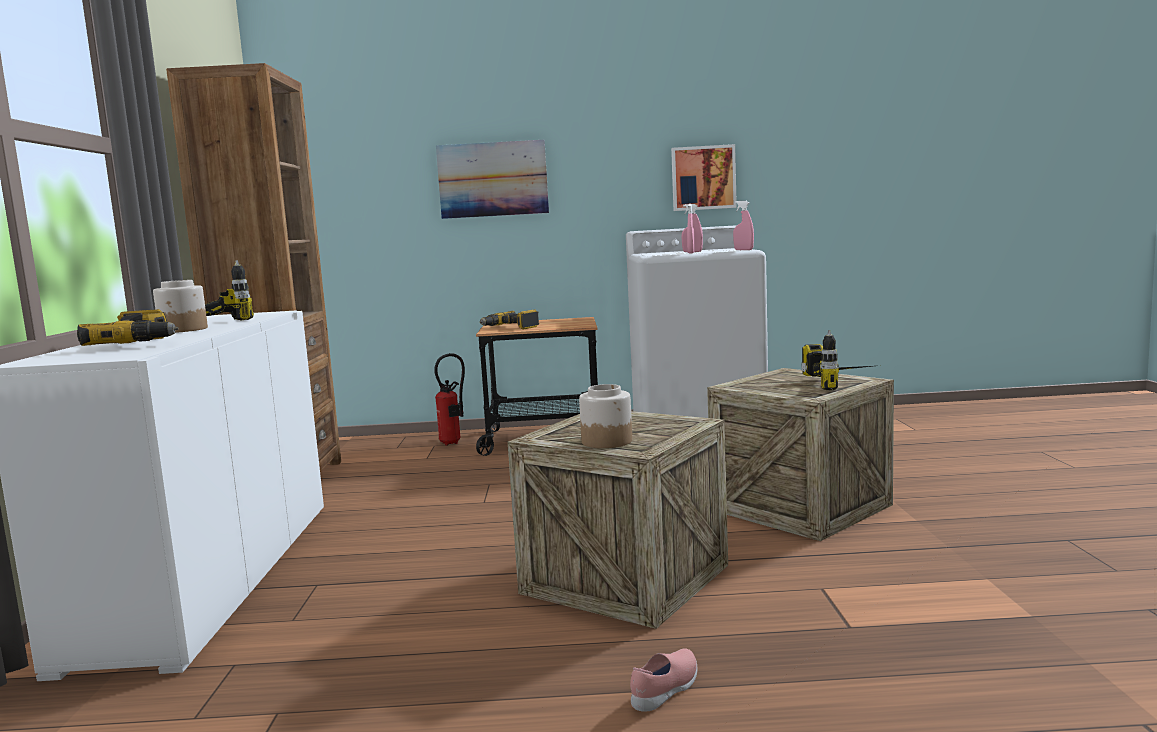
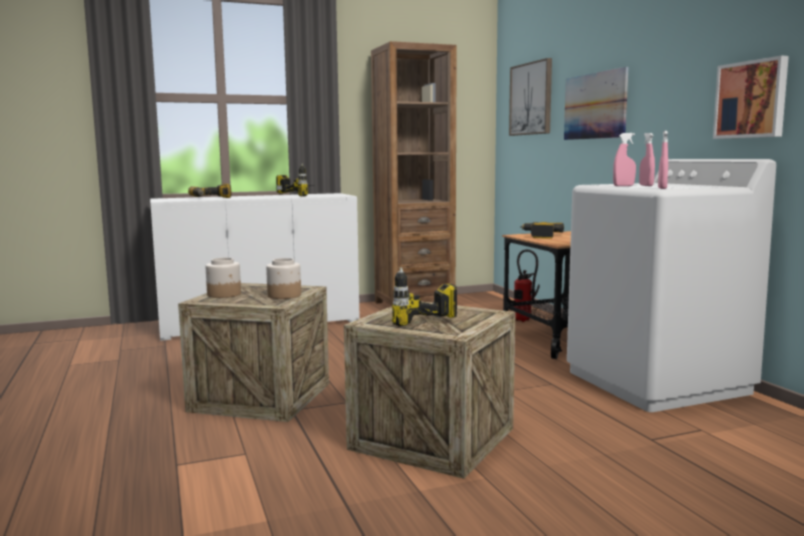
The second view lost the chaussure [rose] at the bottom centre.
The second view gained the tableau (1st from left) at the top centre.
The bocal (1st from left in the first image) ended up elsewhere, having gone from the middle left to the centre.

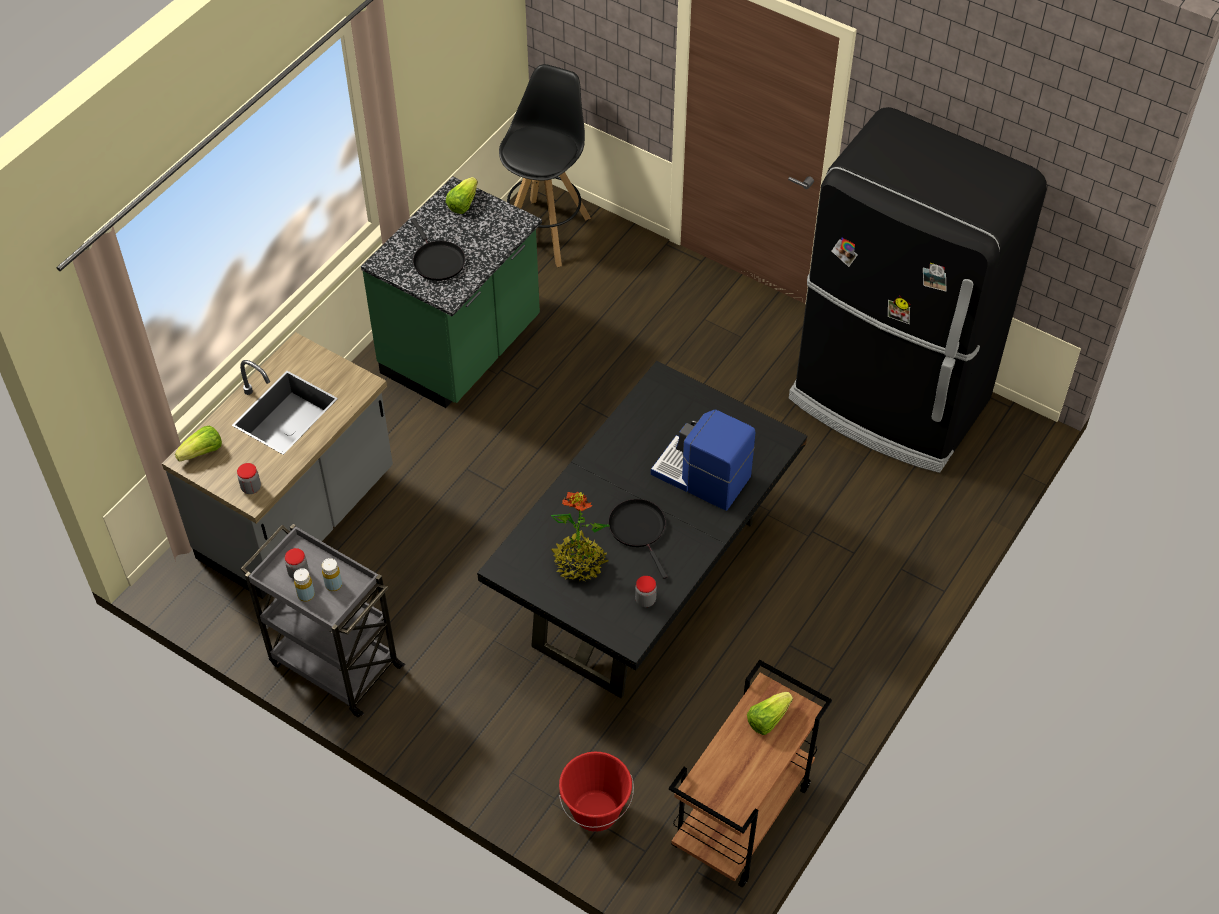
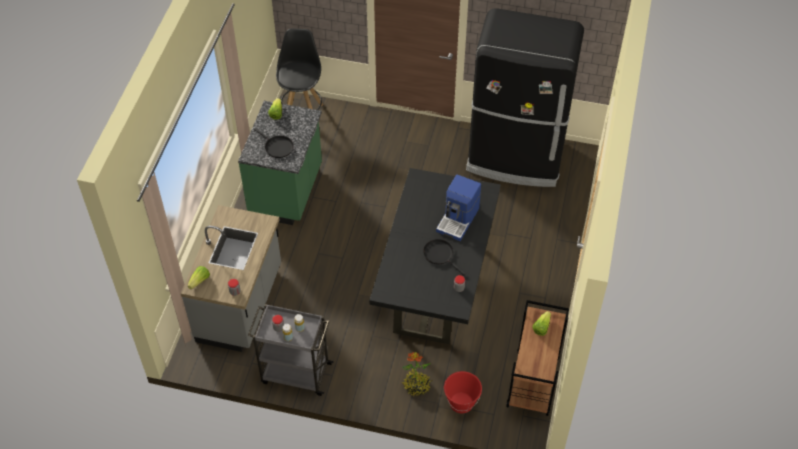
The plante en pot ended up elsewhere, having gone from the centre to the bottom centre.
The machine à café at the centre ended up facing another way, 75 degrees counterclockwise from before.

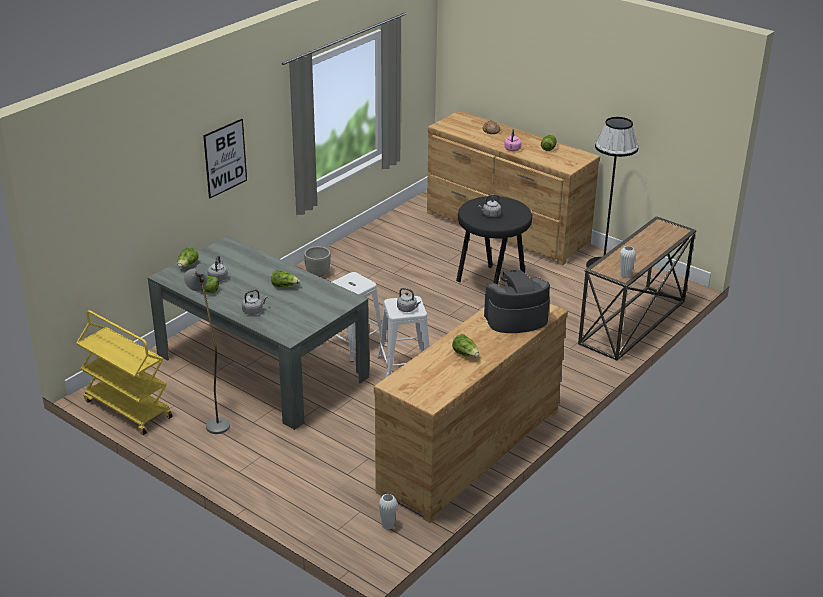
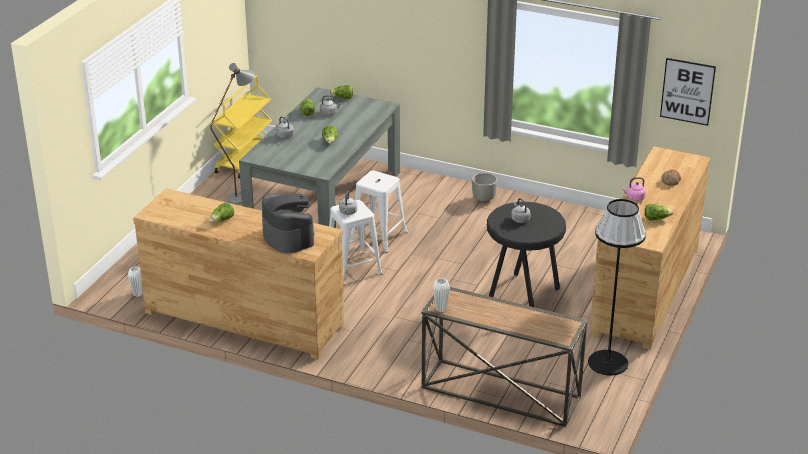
The tableau ended up elsewhere, having gone from the top left to the top right.

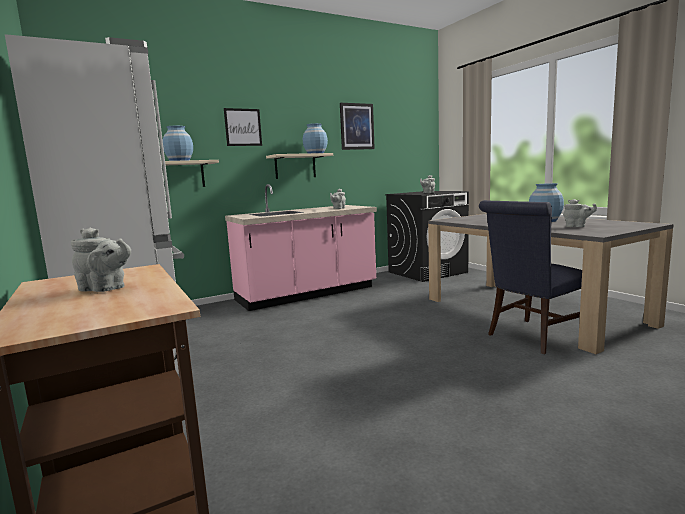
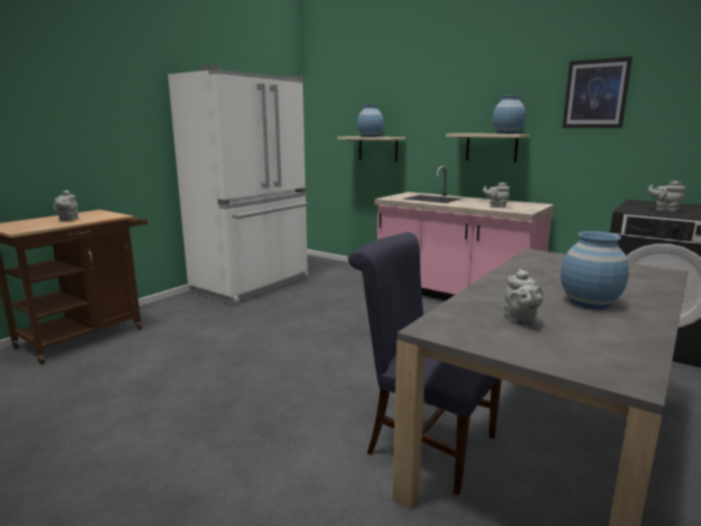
The second view lost the tableau (1st from left) at the top centre.

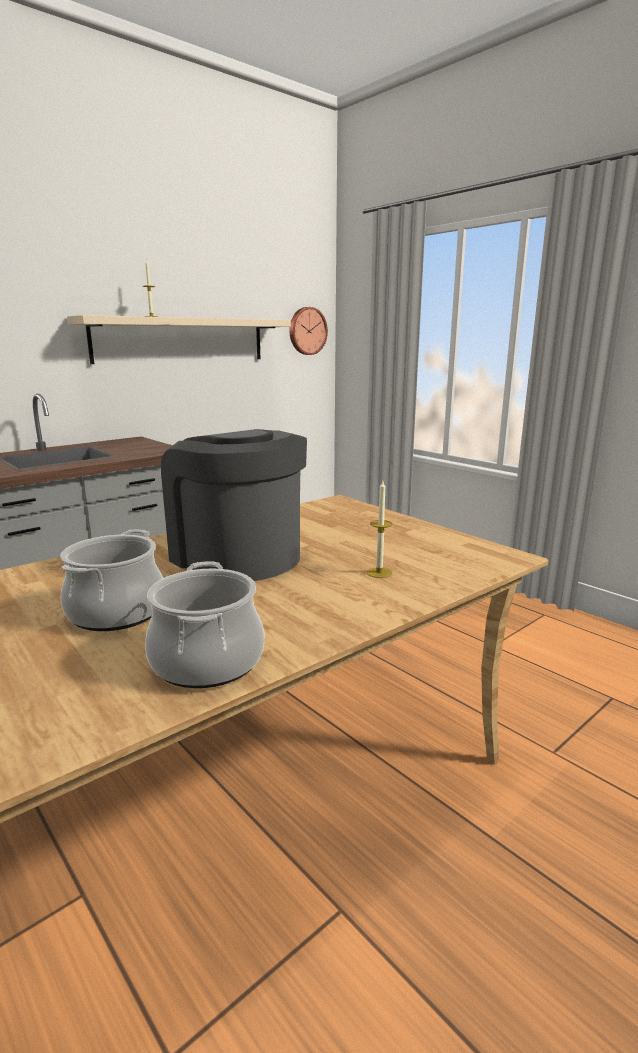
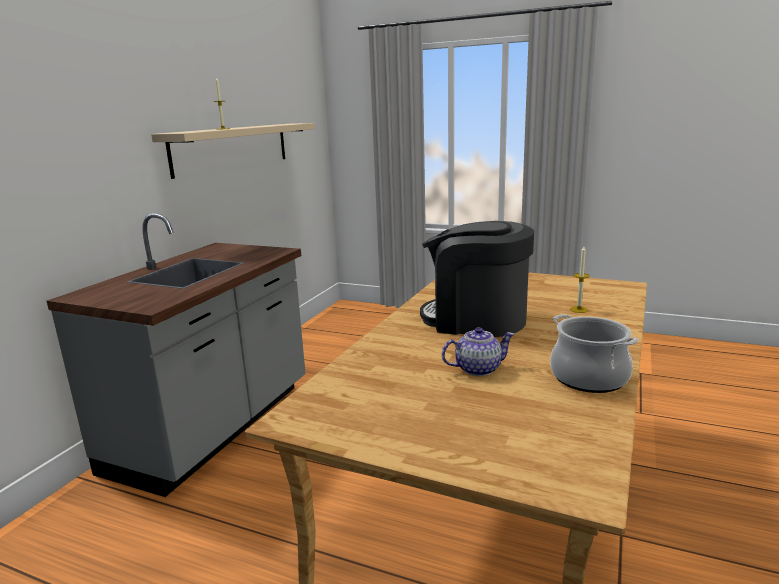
The second view lost the horloge murale at the top centre.
Where the marmite (1st from left) stood at the middle left, the théière came to stand at the centre.

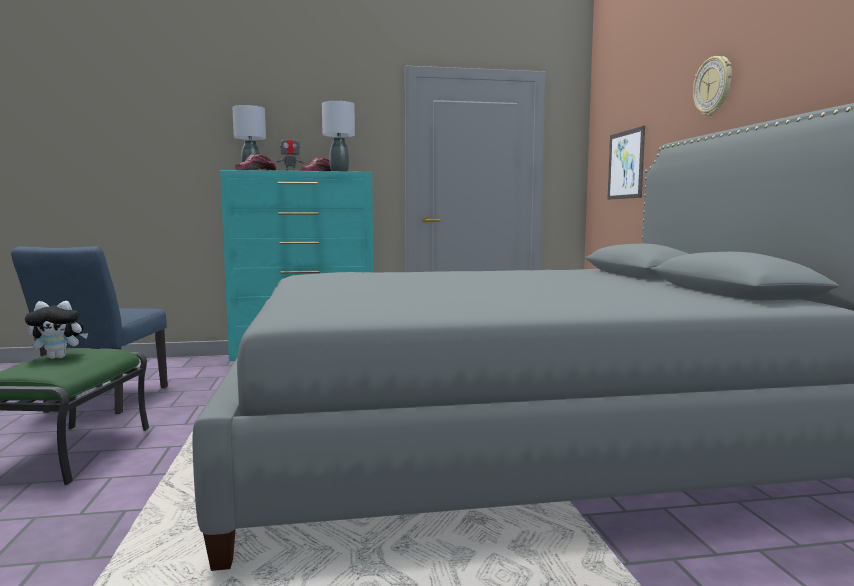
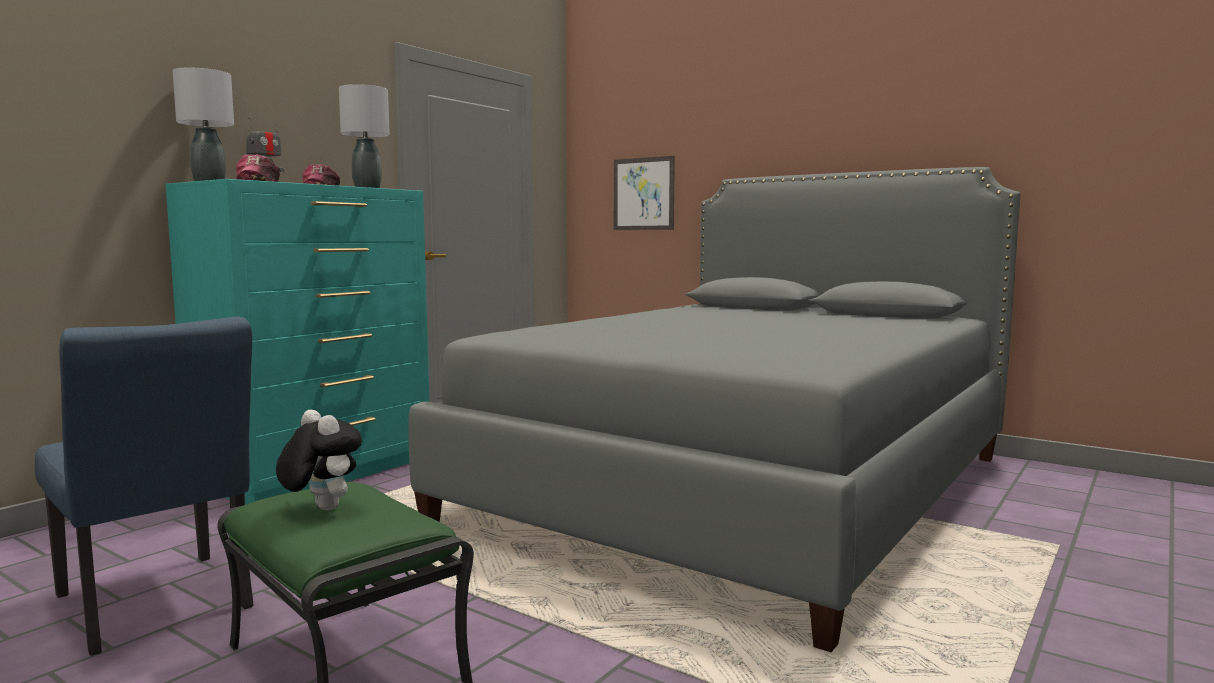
The second view lost the horloge murale at the top right.
The peluche at the middle left ended up facing another way, 75 degrees counterclockwise from before.

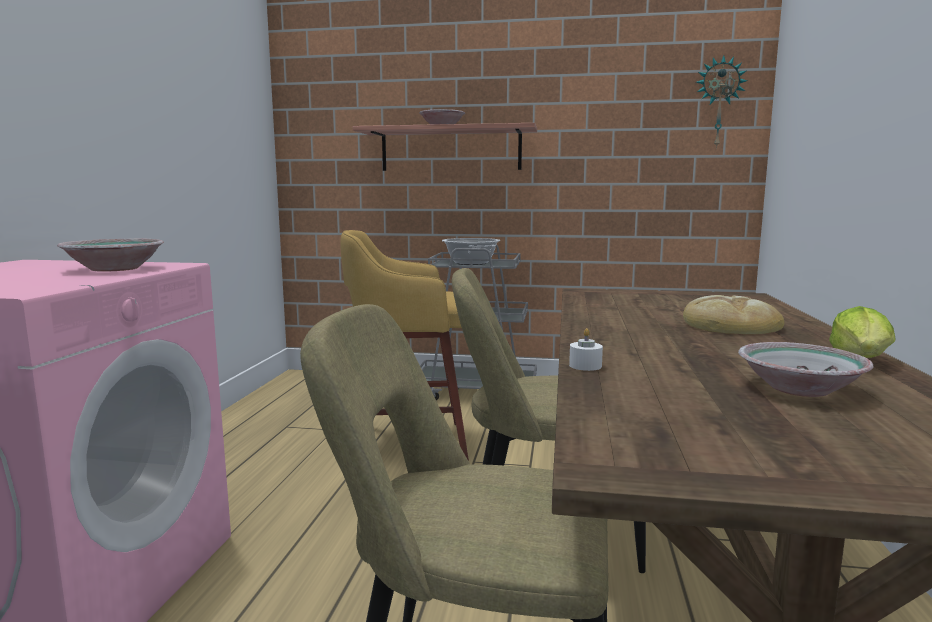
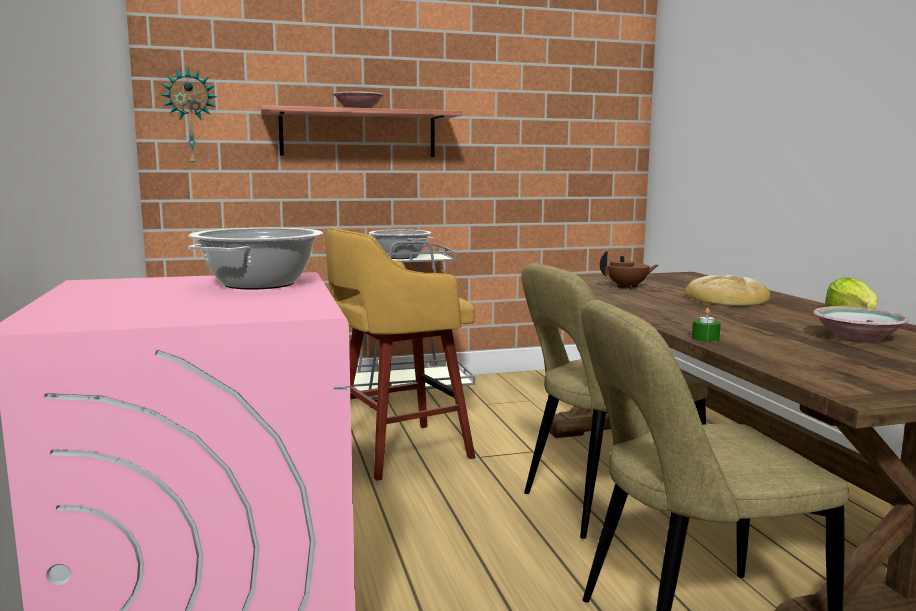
The second view gained the théière [marron] at the middle right.
The horloge murale ended up elsewhere, having gone from the top right to the top left.
Where the bol (1st from left) stood at the middle left, the marmite (1st from left) came to stand at the middle left.
What was the bougie [blanc] at the centre turned into the bougie [vert] at the middle right.

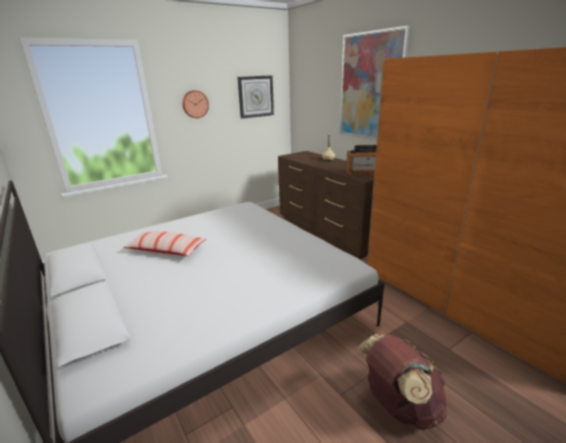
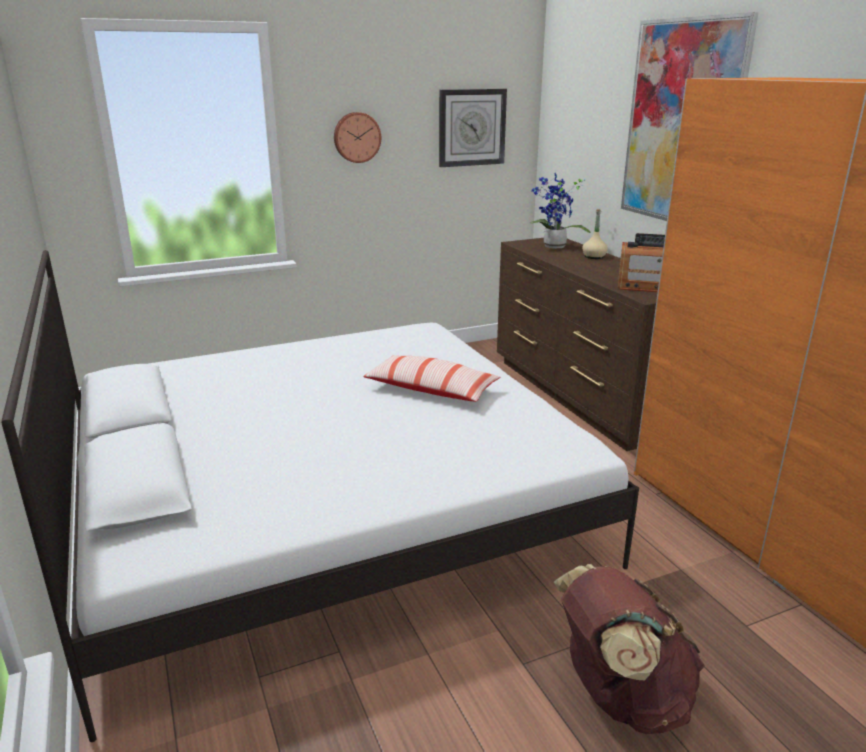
The second view gained the plante en pot at the top centre.
The coussin ended up elsewhere, having gone from the middle left to the centre.

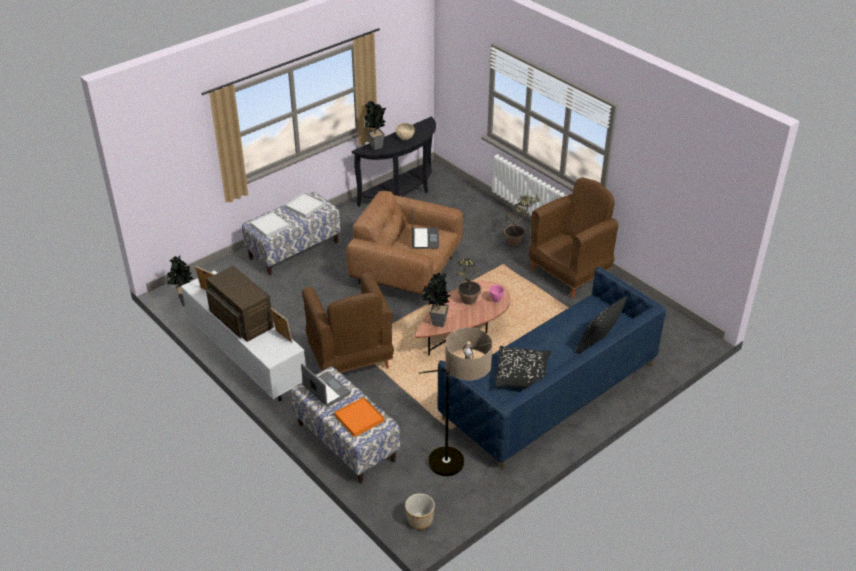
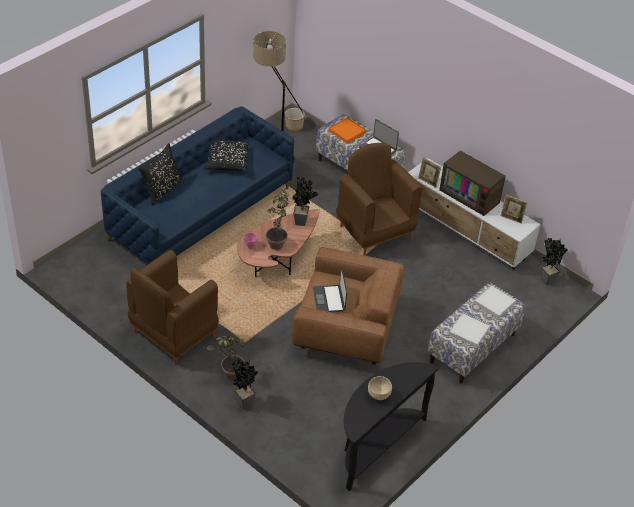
The plante en pot (2nd from left) ended up elsewhere, having gone from the top centre to the bottom centre.

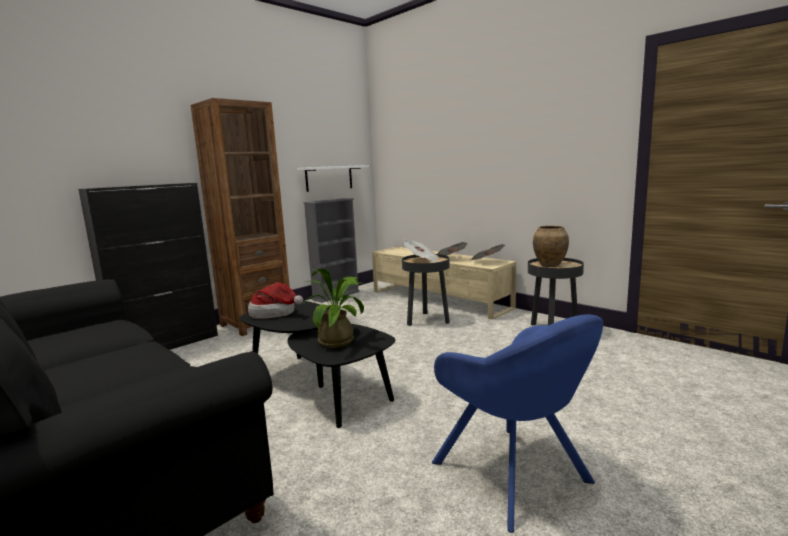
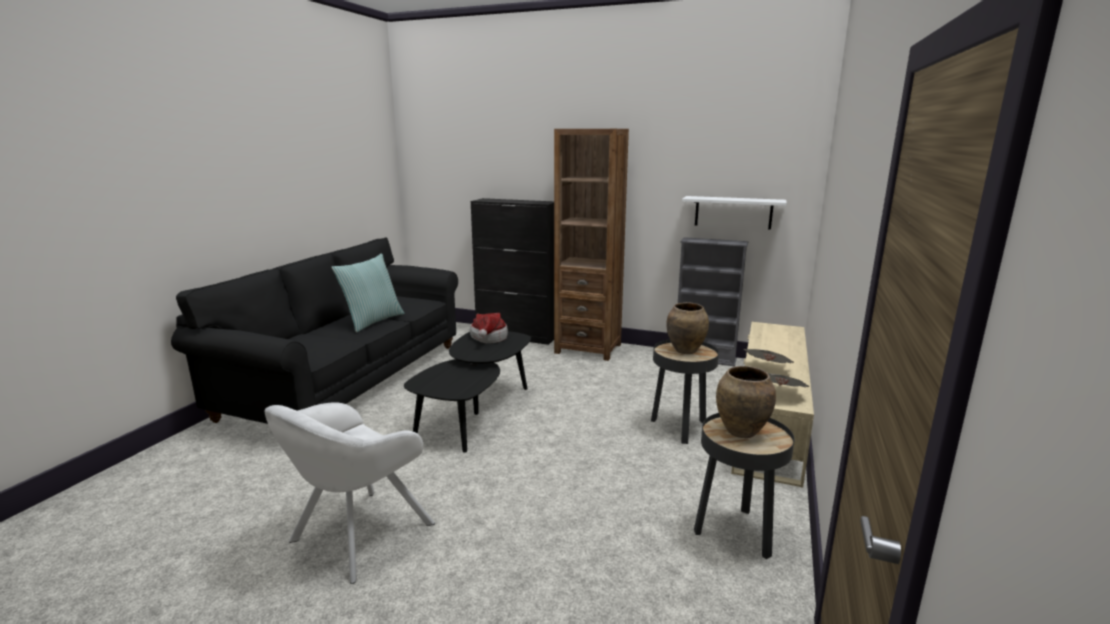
The second view lost the plante en pot at the centre.
The second view gained the coussin at the middle left.
Where the journal (1st from left) stood at the centre, the vase [marron] (1st from left) came to stand at the centre.
What was the fauteuil [bleu] at the bottom centre turned into the fauteuil [blanc] at the bottom left.

